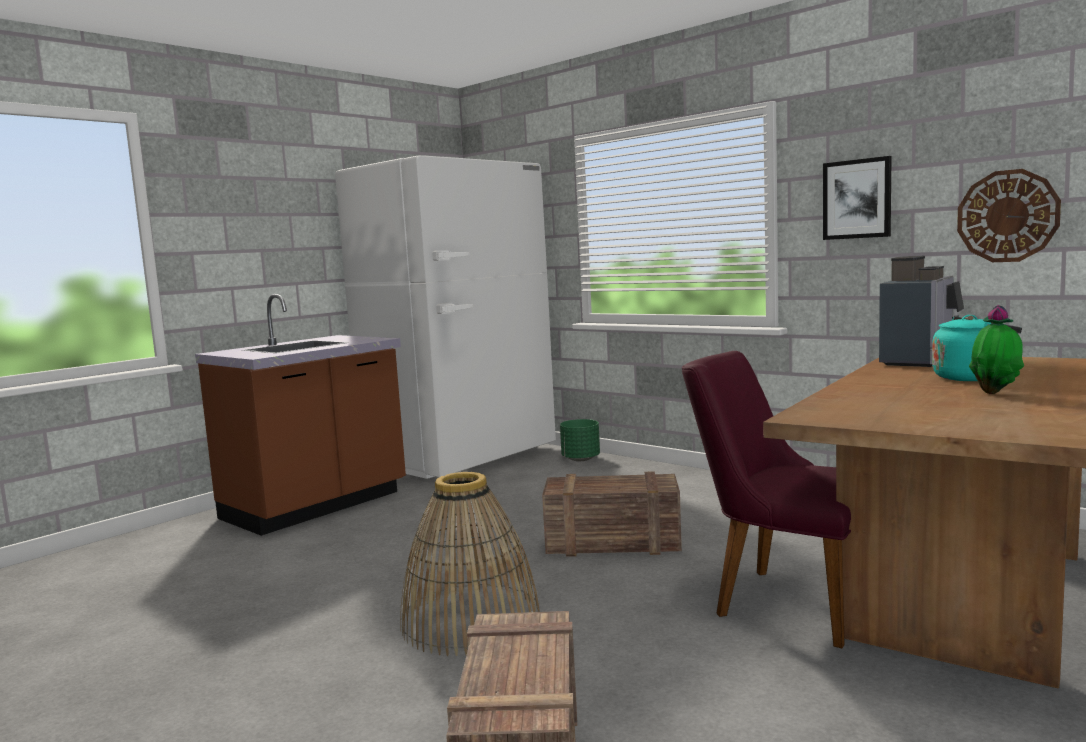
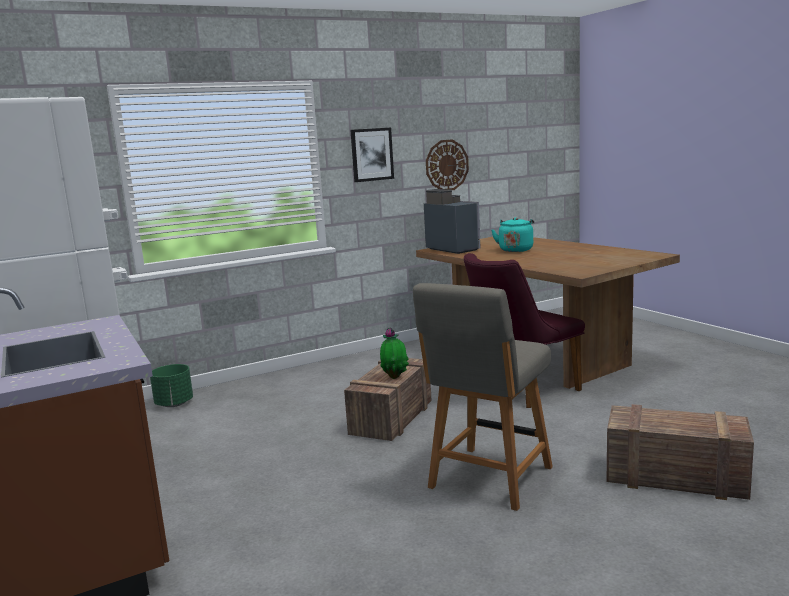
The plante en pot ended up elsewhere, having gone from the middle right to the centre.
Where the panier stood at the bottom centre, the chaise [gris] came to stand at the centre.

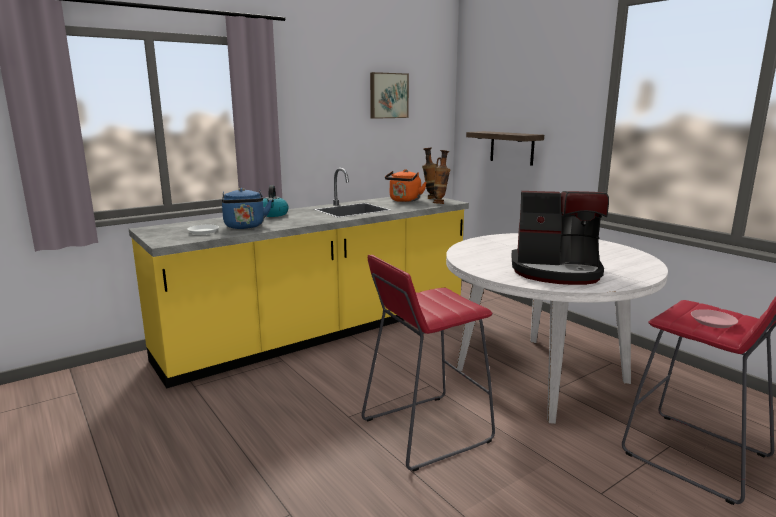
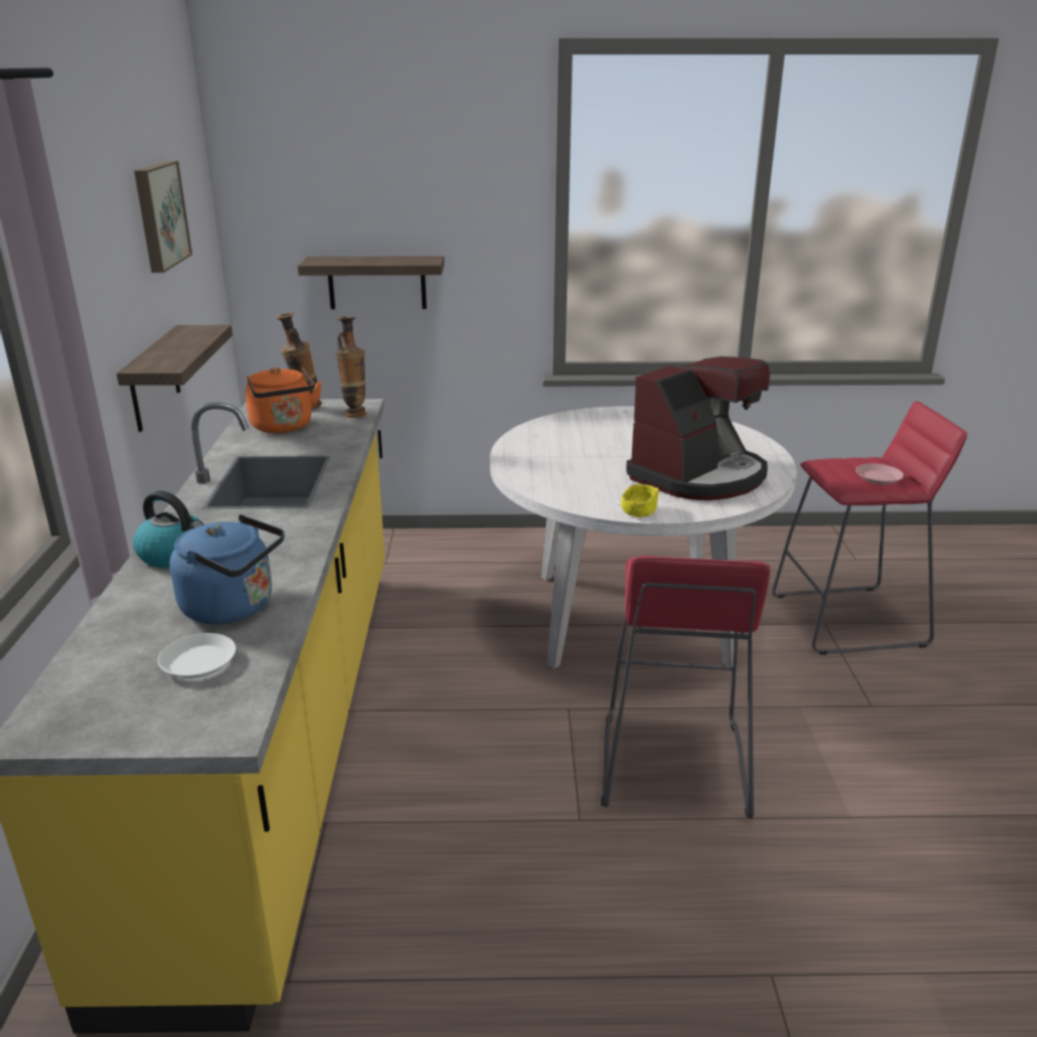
The second view gained the étagère (1st from left) at the middle left.
The second view gained the bol [jaune] at the centre.

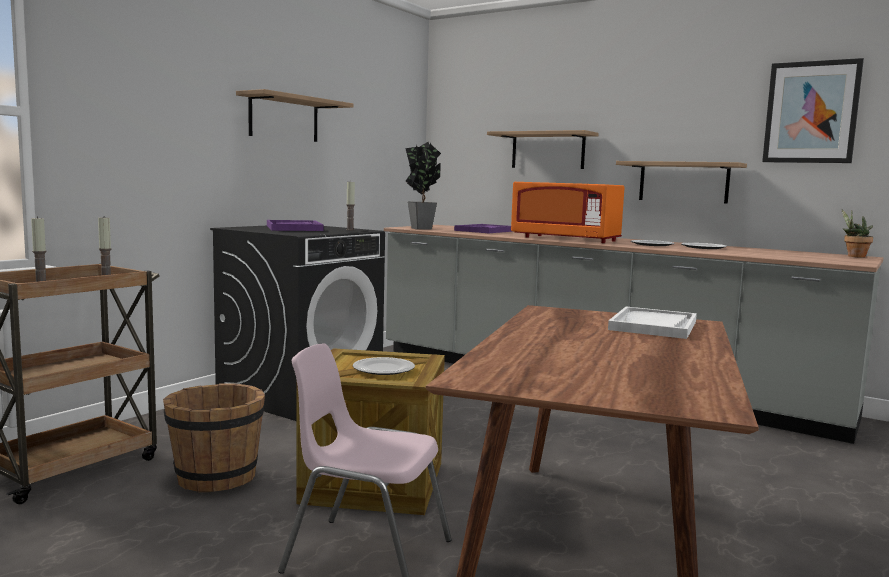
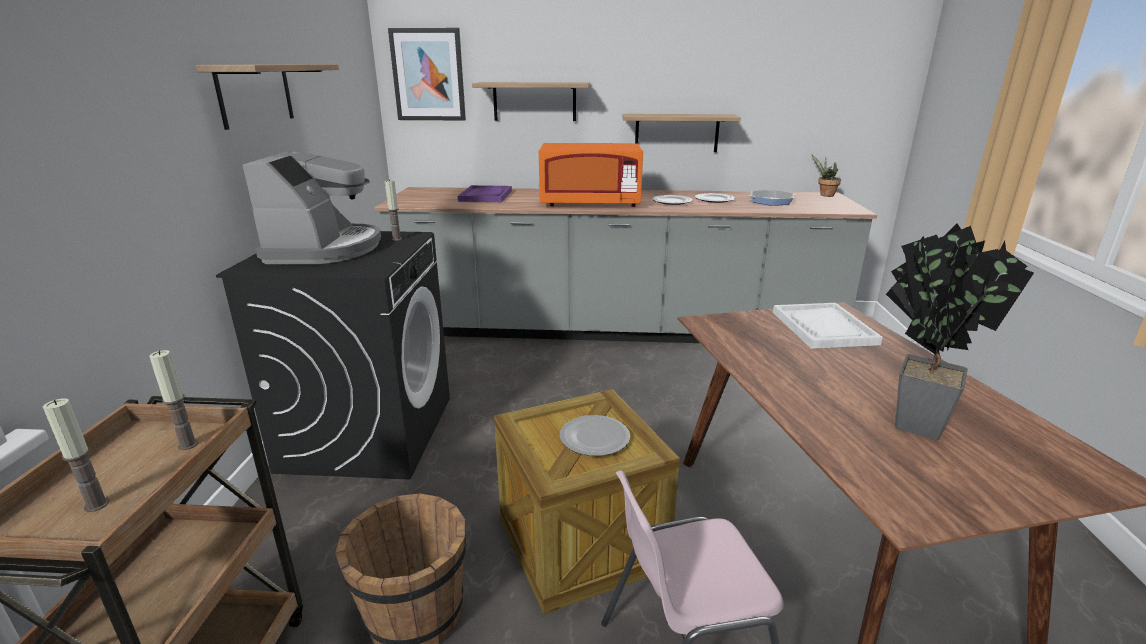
The second view gained the poêle at the top right.
The plante en pot (1st from left in the first image) ended up elsewhere, having gone from the top centre to the middle right.
The tableau ended up elsewhere, having gone from the top right to the top centre.
Where the plateau [violet] (1st from left) stood at the middle left, the machine à café came to stand at the top left.

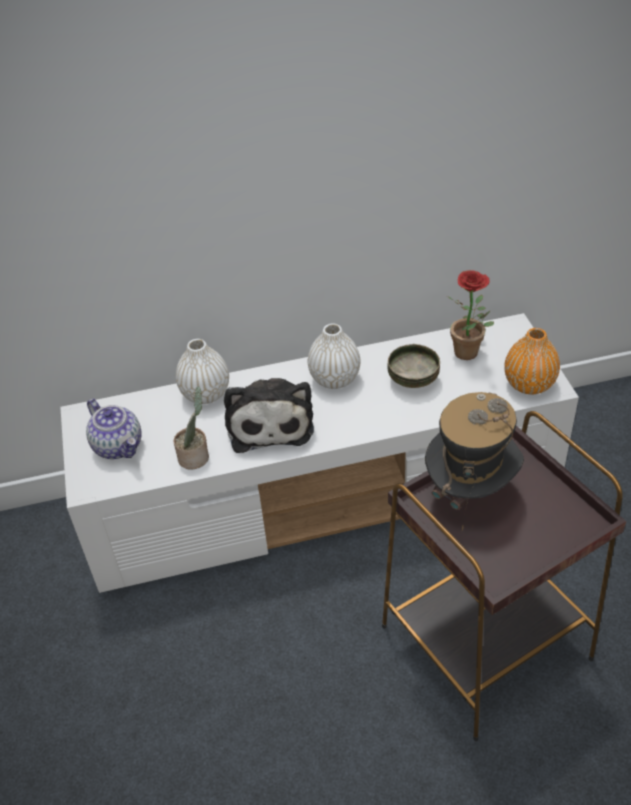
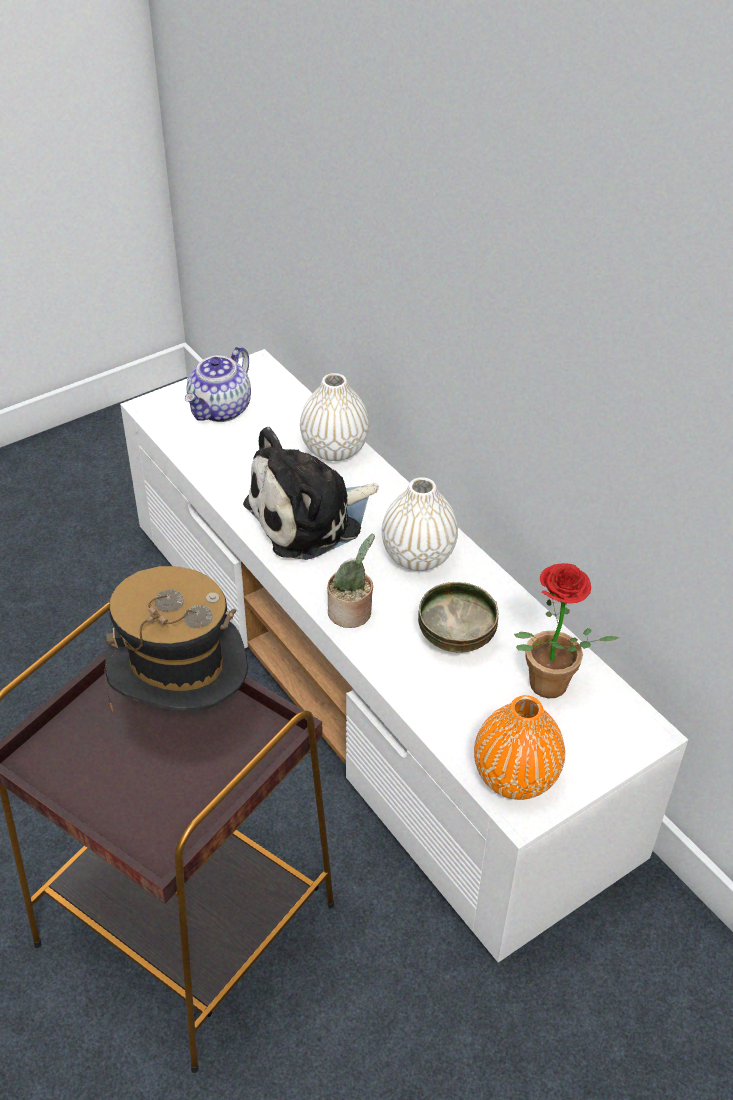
The plante en pot (1st from left) ended up elsewhere, having gone from the middle left to the centre.

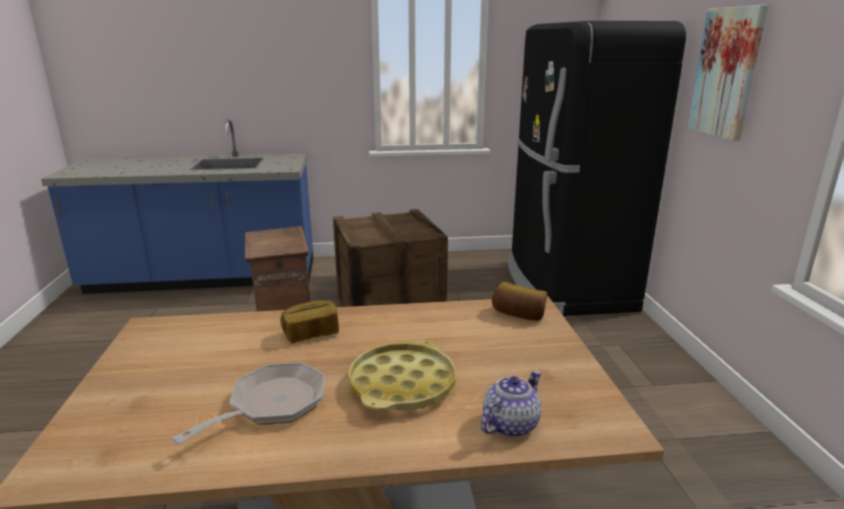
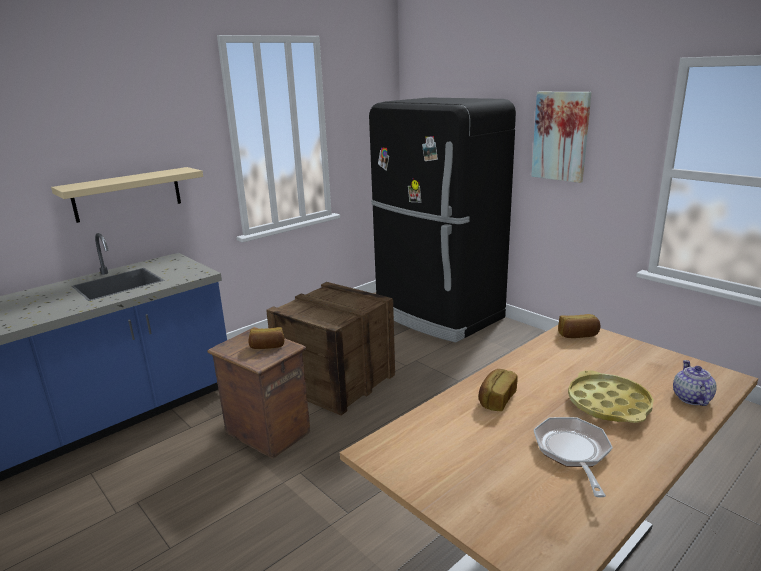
The second view gained the étagère [beige] at the middle left.
The second view gained the pain (1st from left) at the centre.

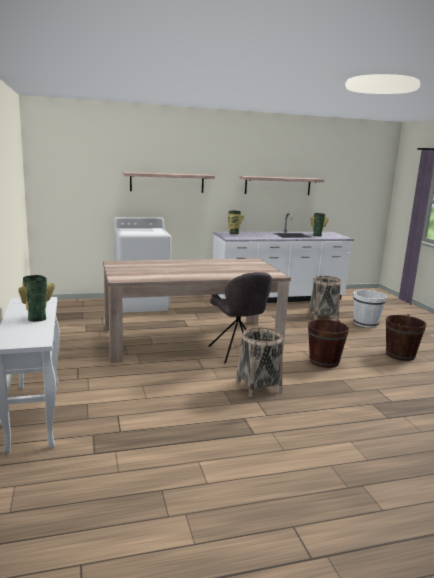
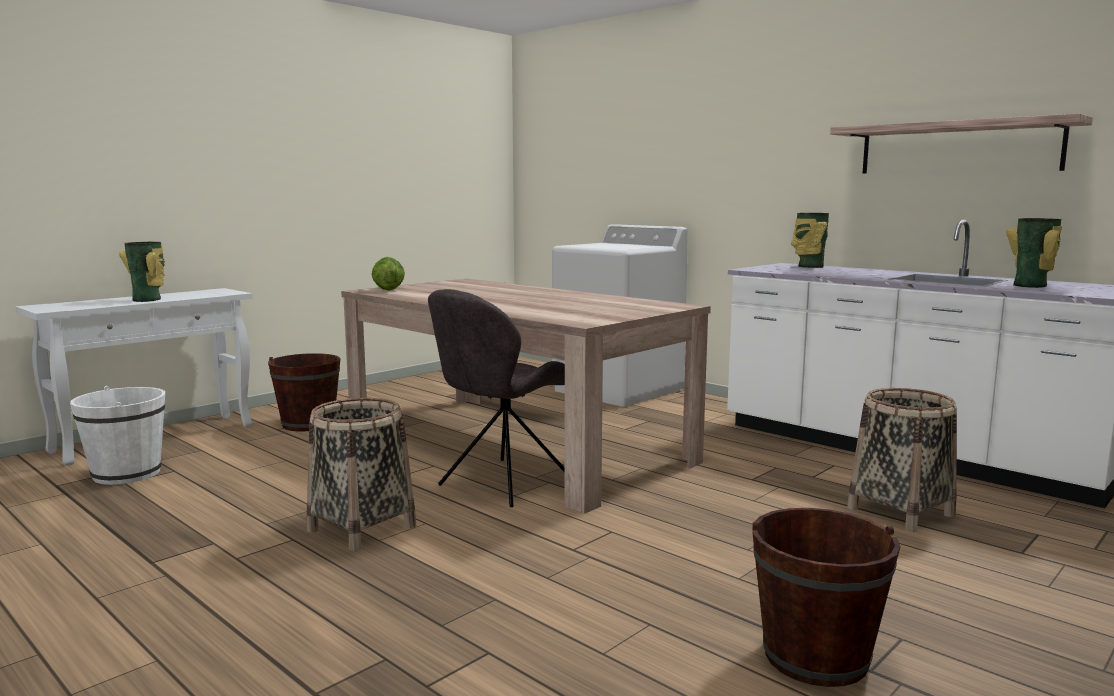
The second view lost the étagère (1st from left) at the top centre.
The second view gained the laitue at the centre.
The seau [marron] (1st from left) ended up elsewhere, having gone from the middle right to the middle left.
The seau [blanc] ended up elsewhere, having gone from the middle right to the middle left.

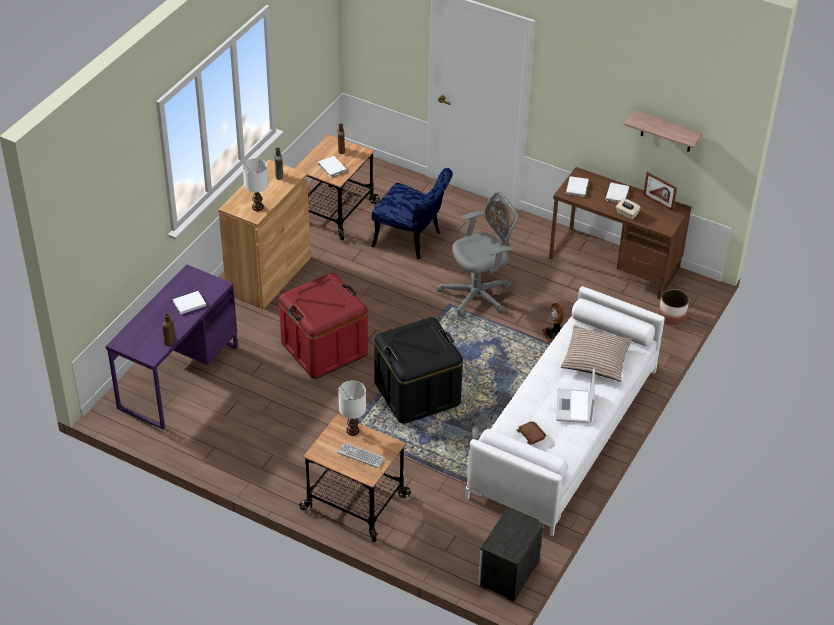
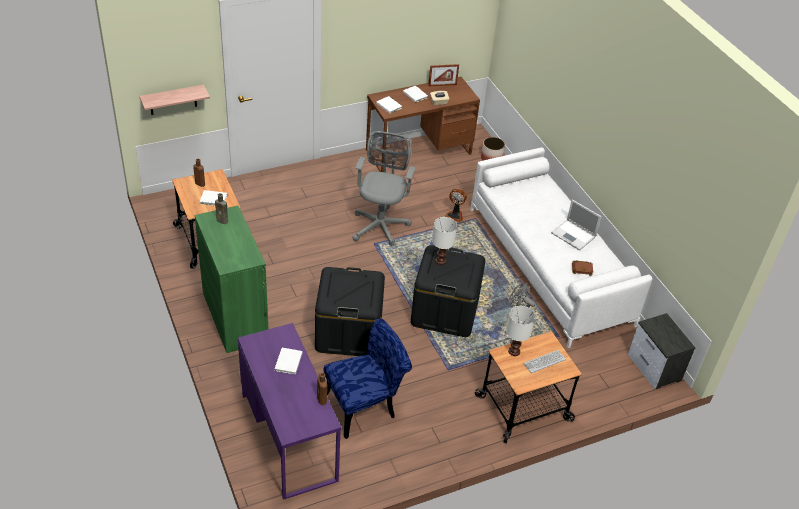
The second view lost the coussin at the middle right.
The lampe de table [blanc] (1st from left) ended up elsewhere, having gone from the top left to the centre.
The chaise [bleu] ended up elsewhere, having gone from the centre to the bottom centre.
The étagère ended up elsewhere, having gone from the top right to the top left.
What was the meuble de rangement [marron] at the middle left turned into the meuble de rangement [vert] at the middle left.
What was the boîte de rangement [rouge] at the centre turned into the boîte de rangement [noir] (1st from left) at the centre.

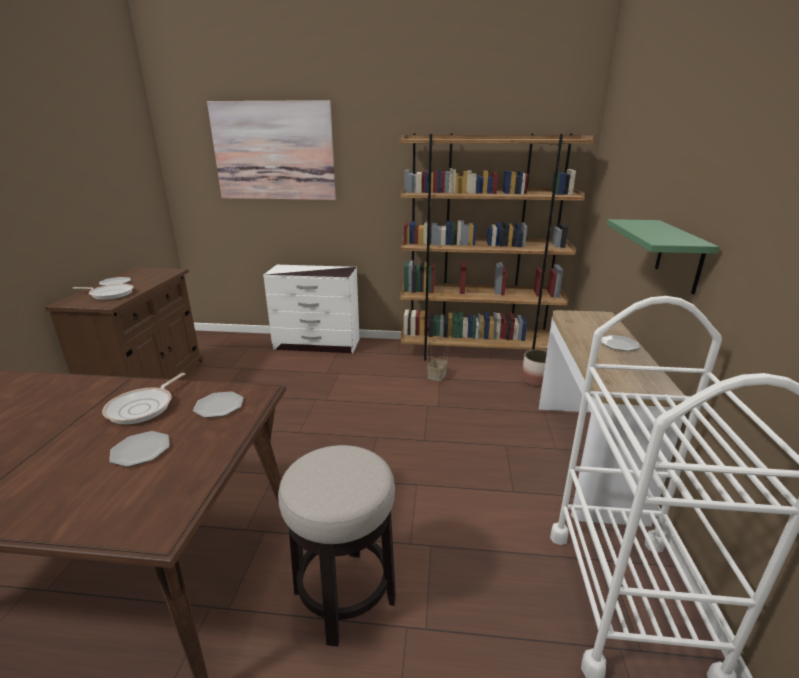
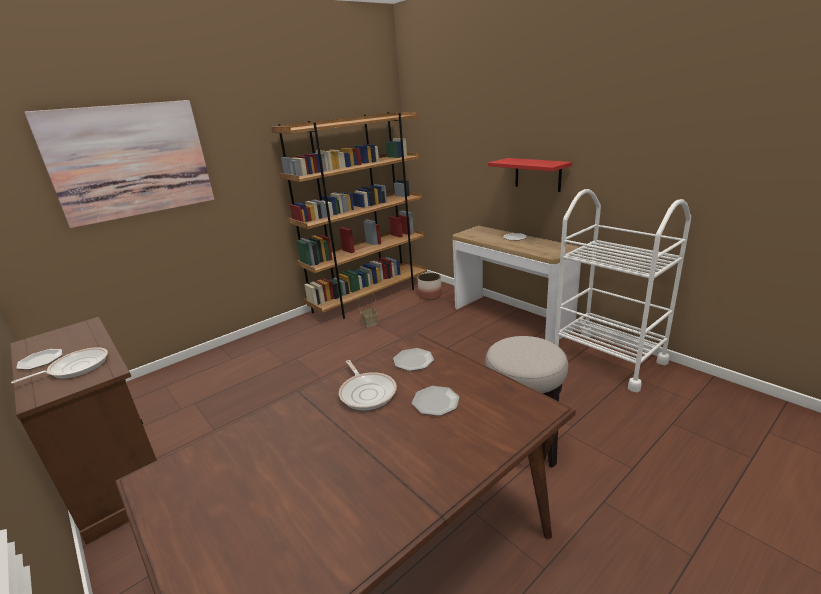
The second view lost the commode [blanc] at the centre.
What was the étagère [vert] at the middle right turned into the étagère [rouge] at the top centre.

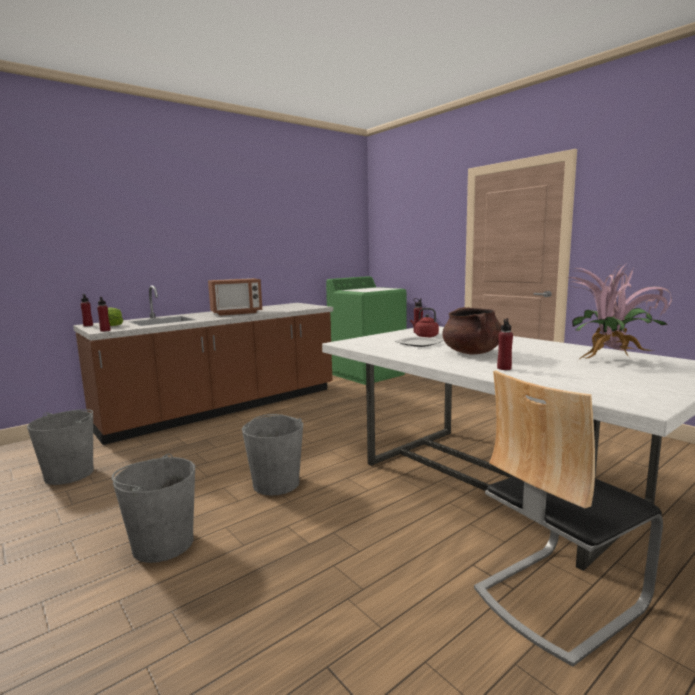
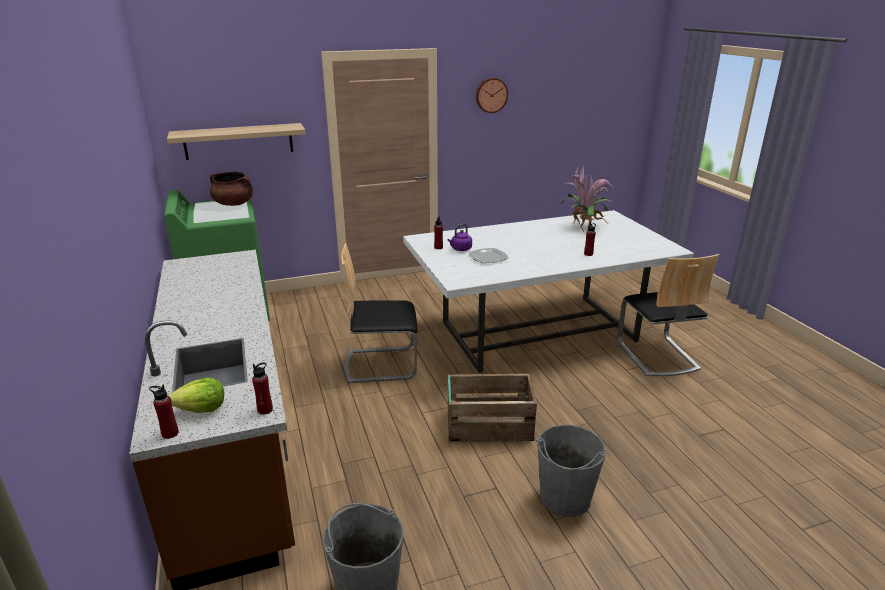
The second view lost the micro-ondes at the centre.
The second view gained the étagère at the top left.
The second view gained the chaise (1st from left) at the centre.
The second view gained the horloge murale at the top centre.
The marmite [marron] ended up elsewhere, having gone from the middle right to the top left.
Where the seau [gris] (3rd from left) stood at the centre, the caisse came to stand at the bottom centre.
What was the bouilloire [rouge] at the centre turned into the bouilloire [violet] at the centre.

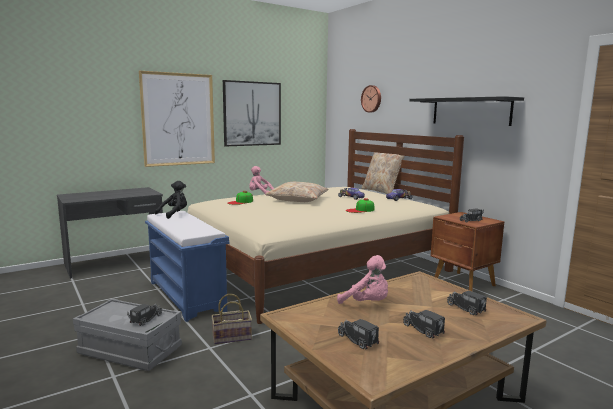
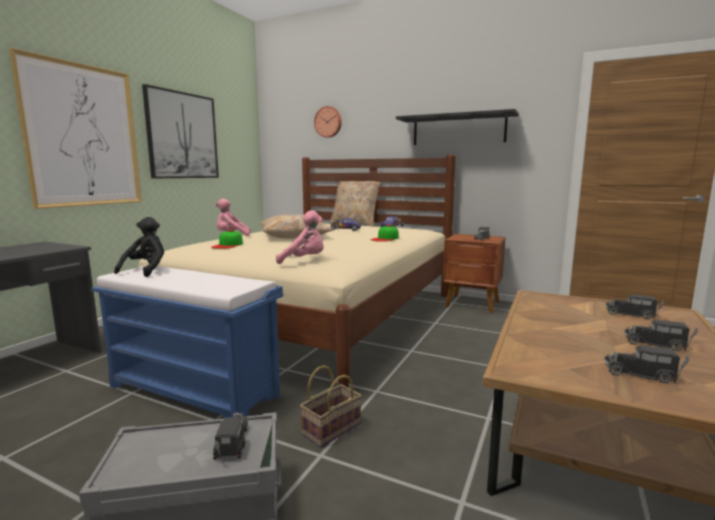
The peluche [rose] (2nd from left) ended up elsewhere, having gone from the bottom centre to the centre.

